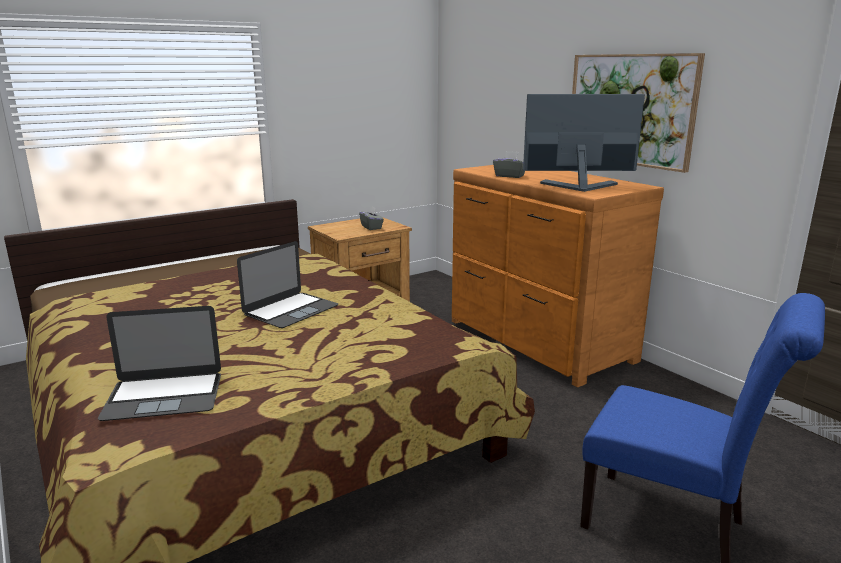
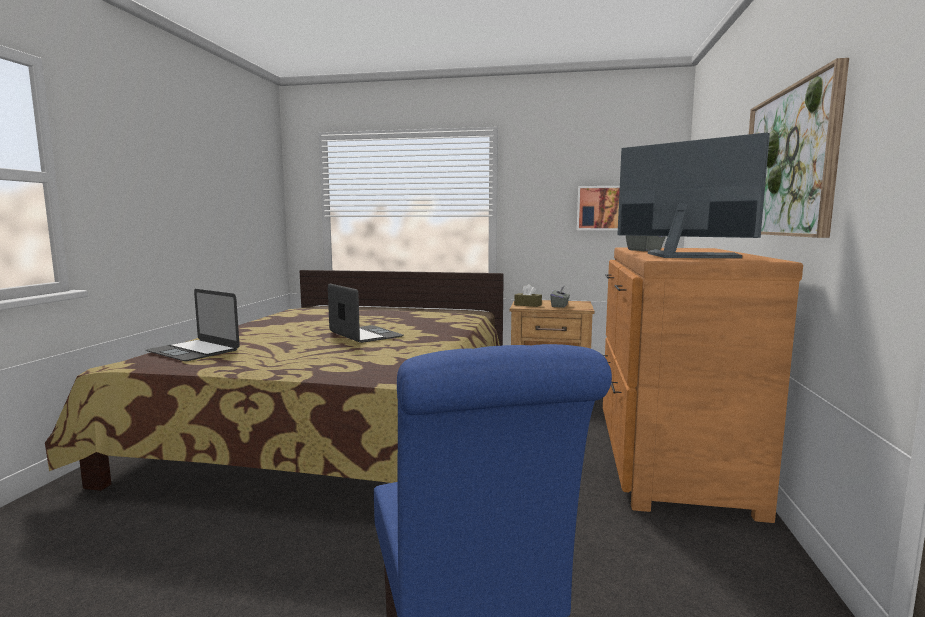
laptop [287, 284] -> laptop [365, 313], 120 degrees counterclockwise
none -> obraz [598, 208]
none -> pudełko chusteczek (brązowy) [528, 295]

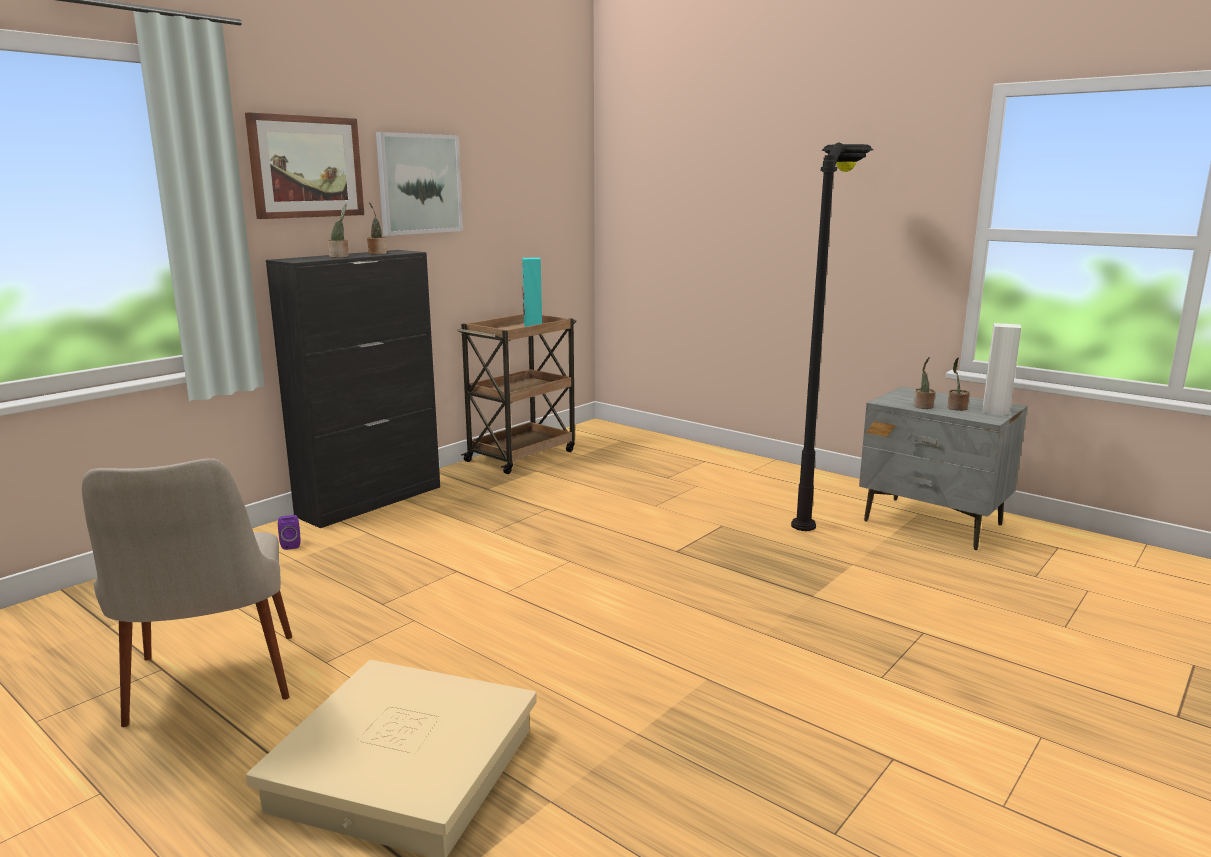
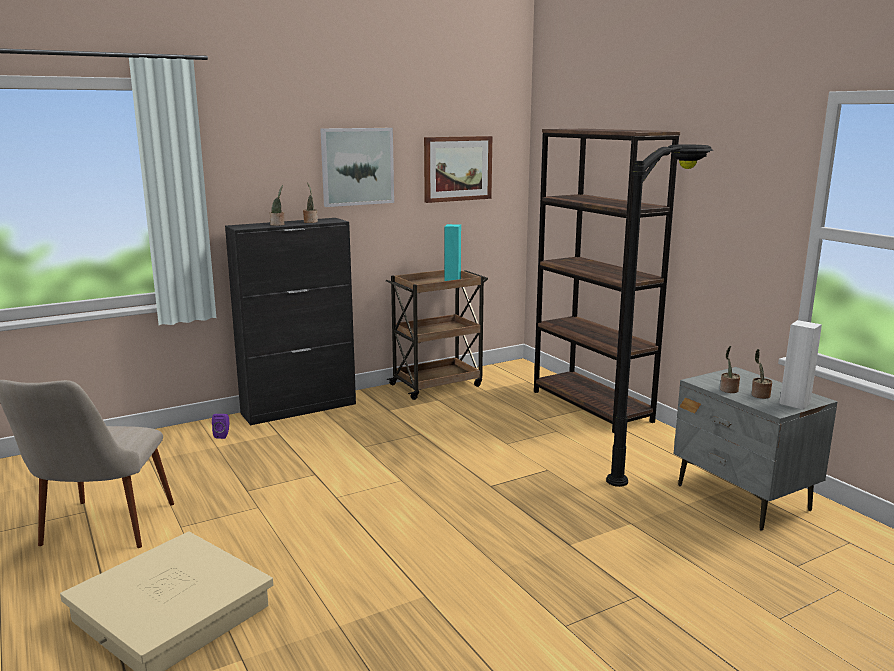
obraz [304, 165] -> obraz [458, 169], relocated
none -> regał (brązowy) [607, 281]

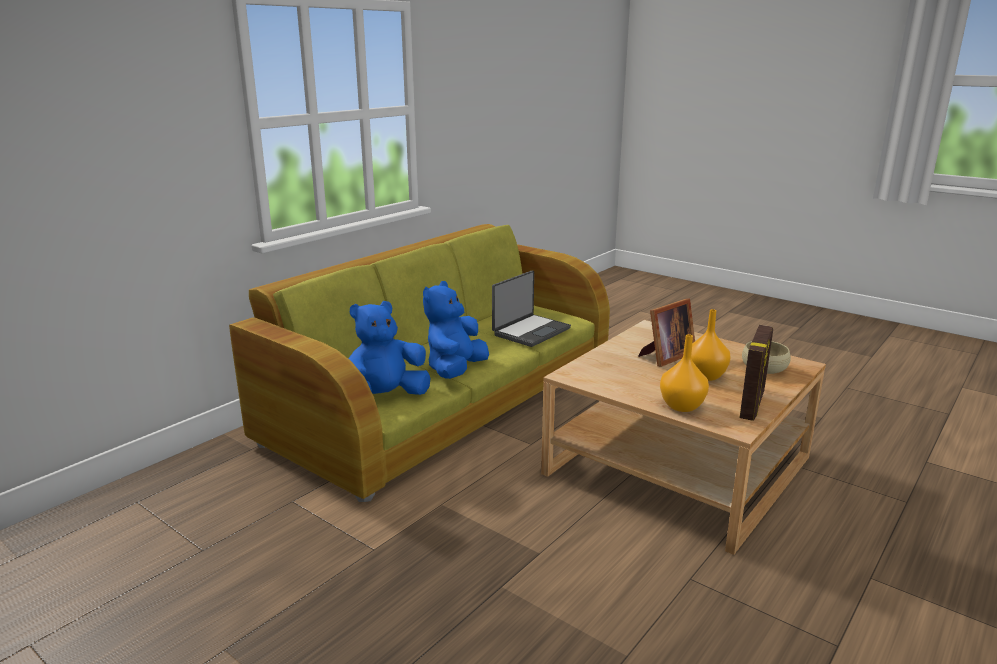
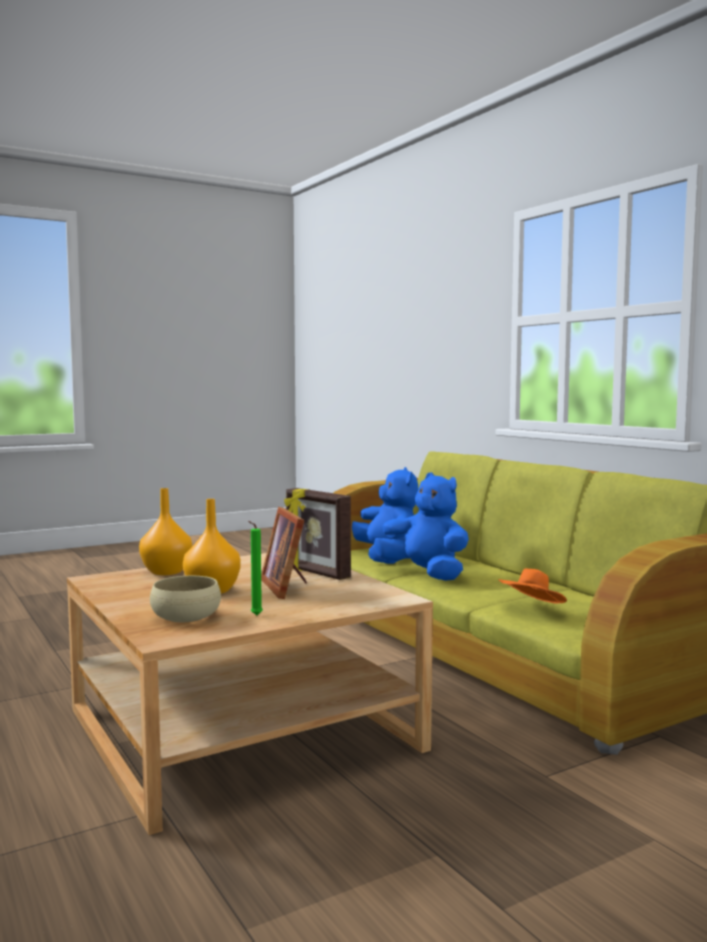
laptop [531, 308] -> kapelusz (pomarańczowy) [533, 585]
ramka na zdjęcie [756, 373] -> ramka na zdjęcie [317, 534], relocated
none -> świeca (zielony) [255, 568]

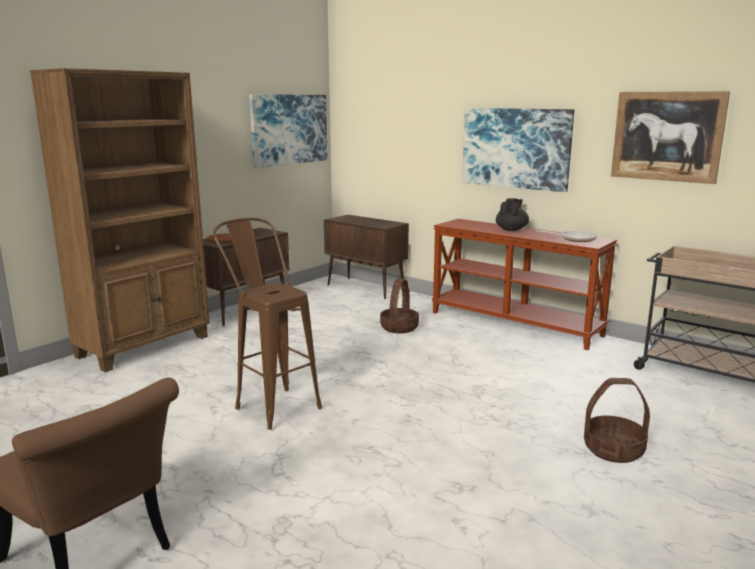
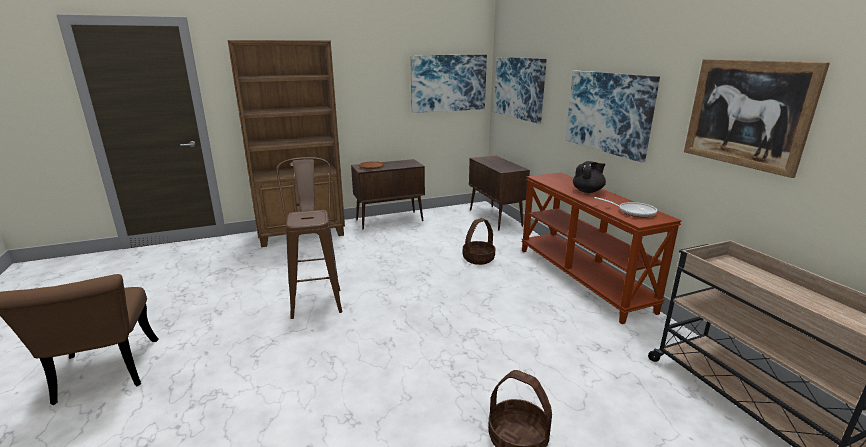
none -> obraz [520, 90]

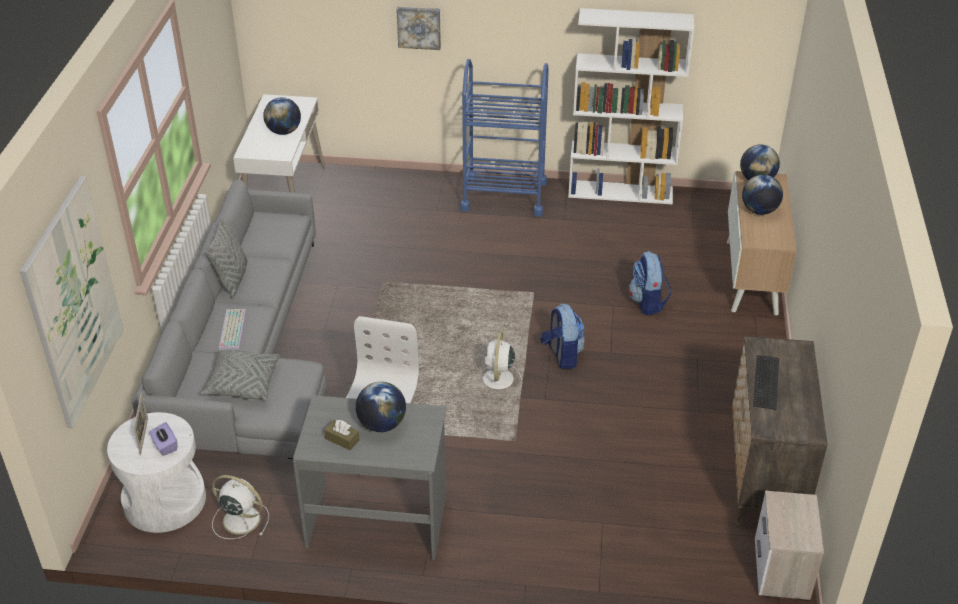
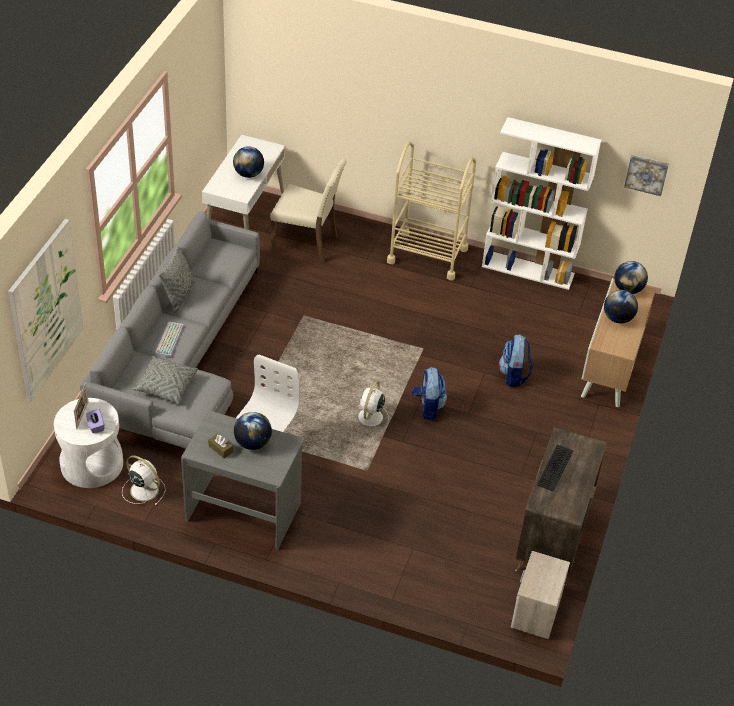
obraz [418, 28] -> obraz [646, 175], relocated
wózek (niebieski) [504, 138] -> wózek (beżowy) [431, 210]
none -> krzesło (beżowy) [308, 210]

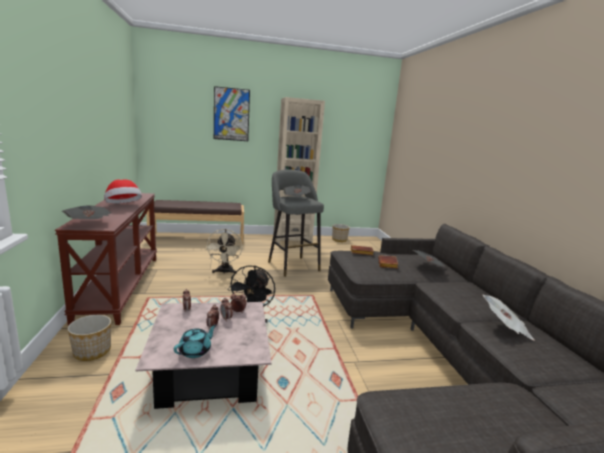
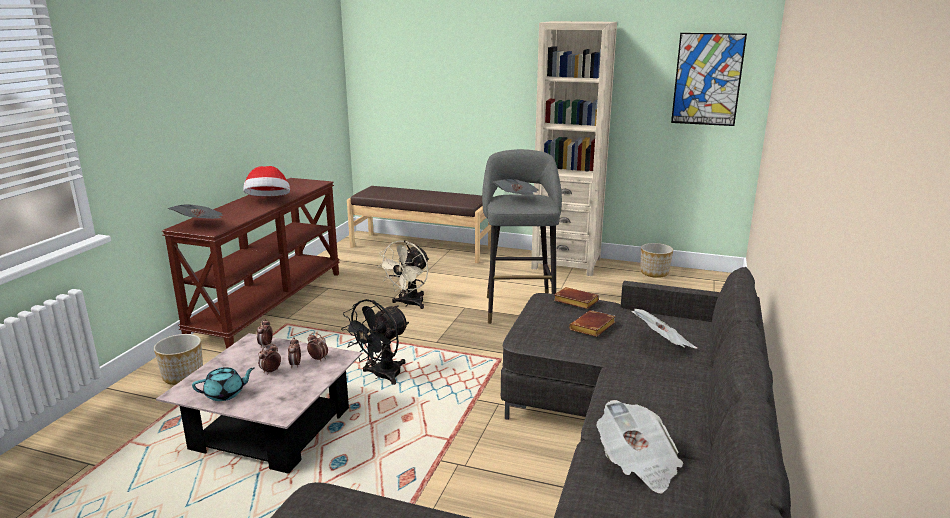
obraz [232, 113] -> obraz [709, 79], relocated

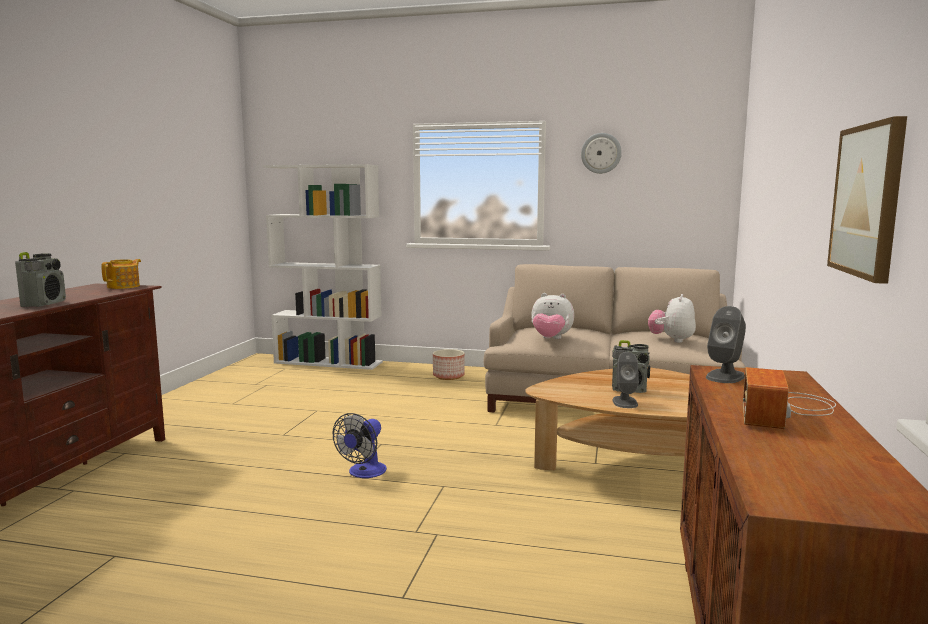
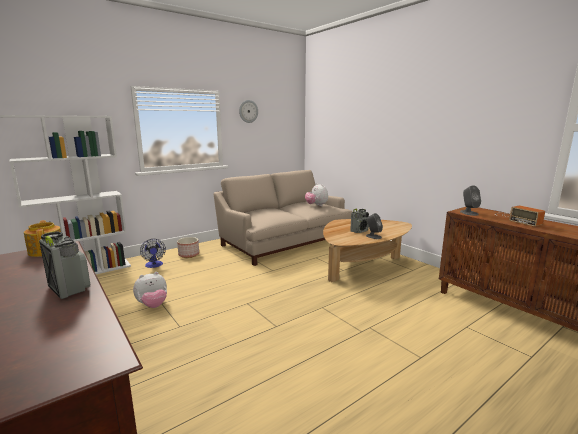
obraz [867, 200] -> none
pluszak [552, 316] -> pluszak [150, 290], relocated
wentylator [360, 445] -> wentylator [153, 253], relocated

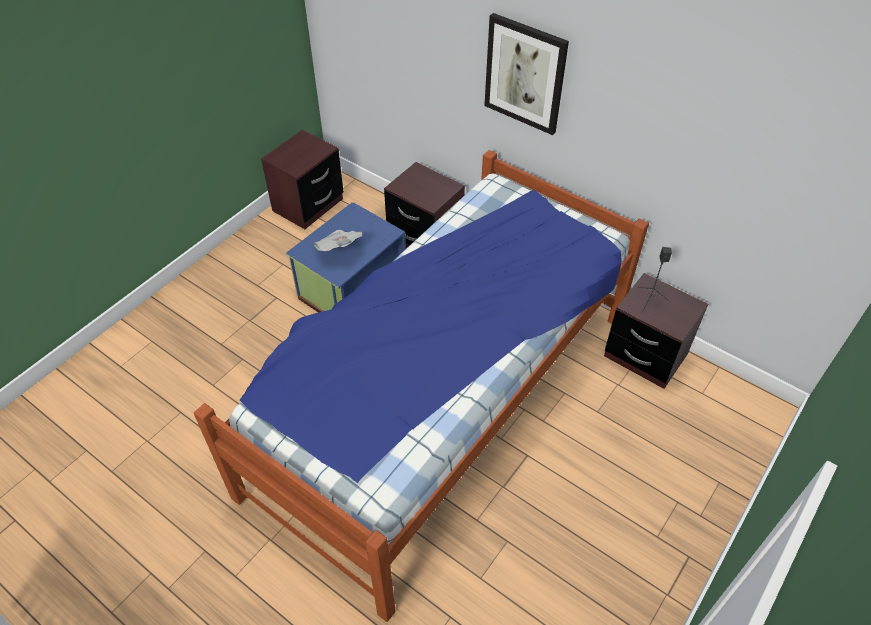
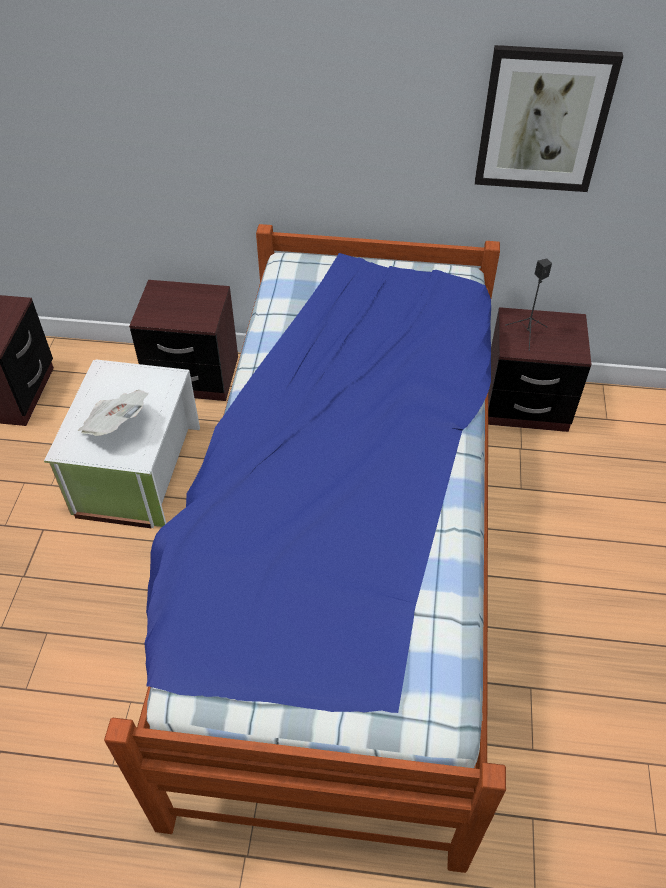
obraz [526, 74] -> obraz [549, 118], relocated
pojemnik do przechowywania (niebieski) [346, 257] -> pojemnik do przechowywania (biały) [122, 444]

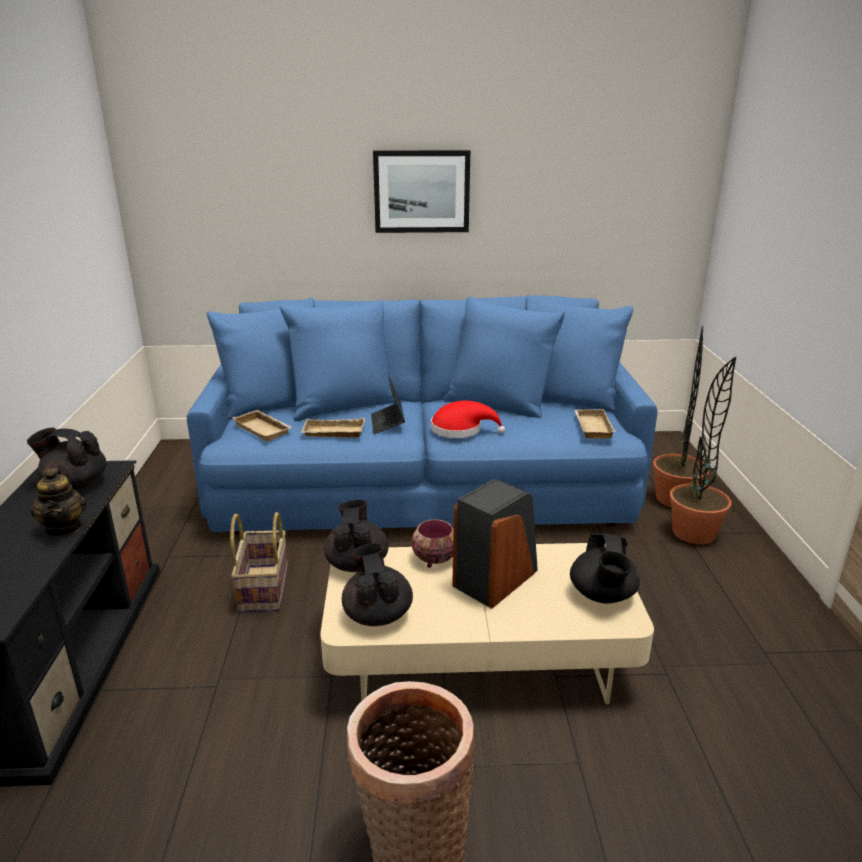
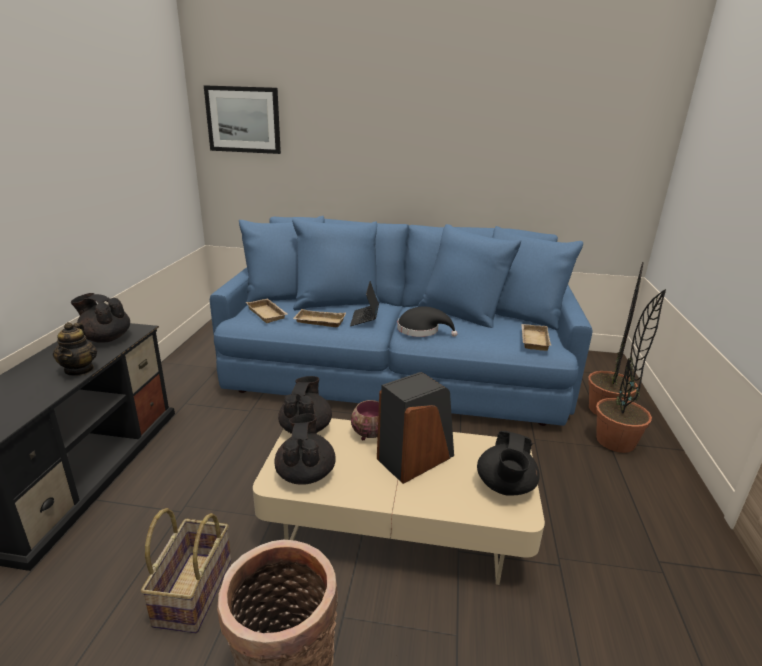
obraz [421, 191] -> obraz [242, 119], relocated
kapelusz (czerwony) [468, 419] -> kapelusz (czarny) [427, 321]
koszyk [259, 562] -> koszyk [186, 570], relocated

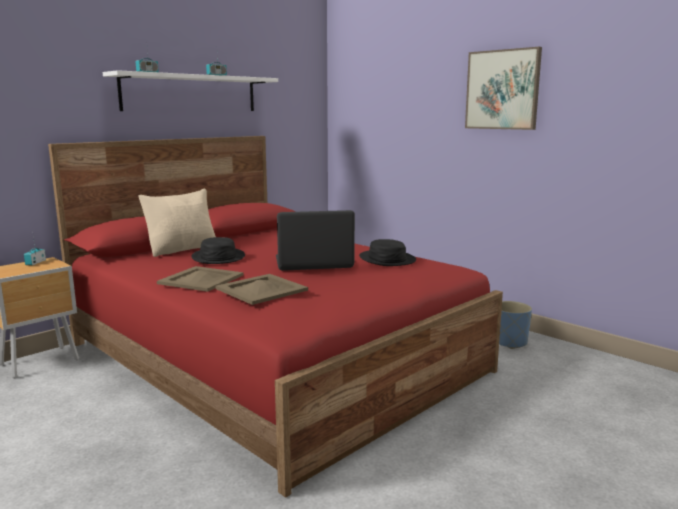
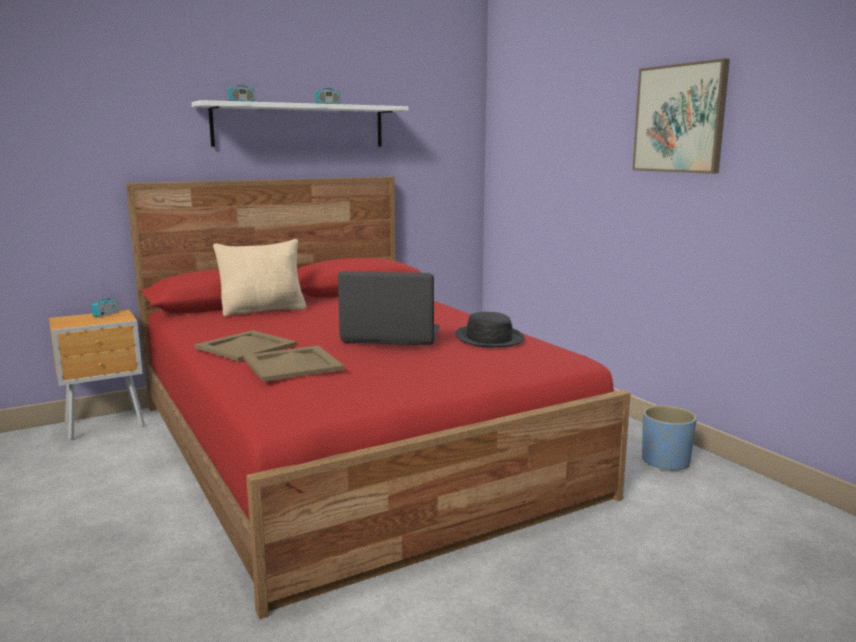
kapelusz (czarny) [218, 250] -> none

